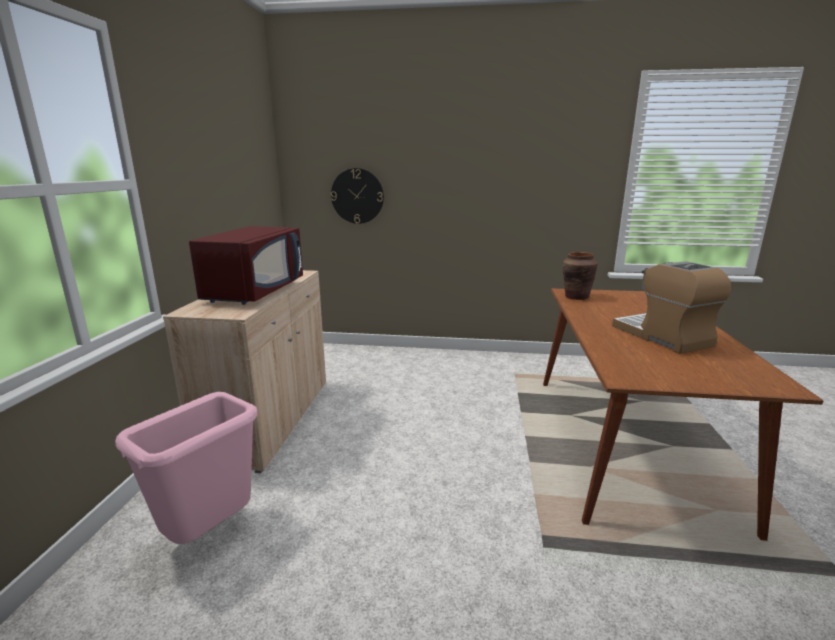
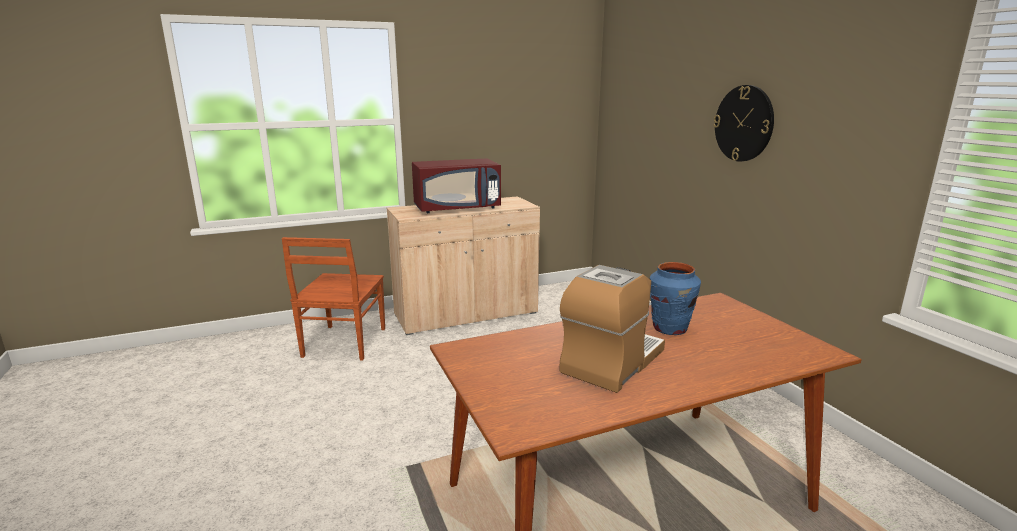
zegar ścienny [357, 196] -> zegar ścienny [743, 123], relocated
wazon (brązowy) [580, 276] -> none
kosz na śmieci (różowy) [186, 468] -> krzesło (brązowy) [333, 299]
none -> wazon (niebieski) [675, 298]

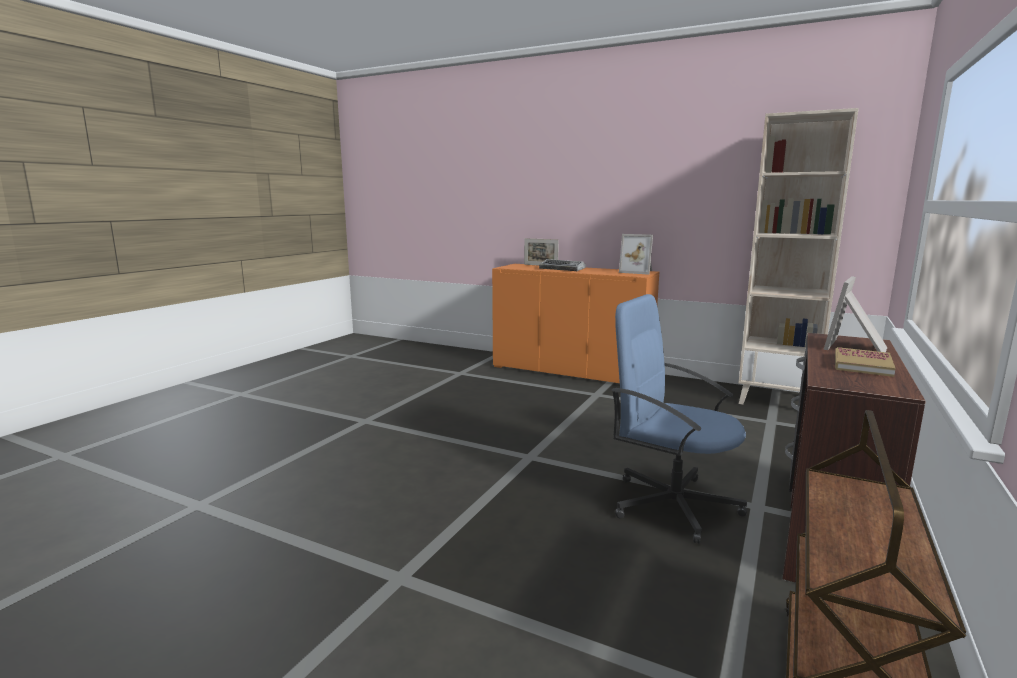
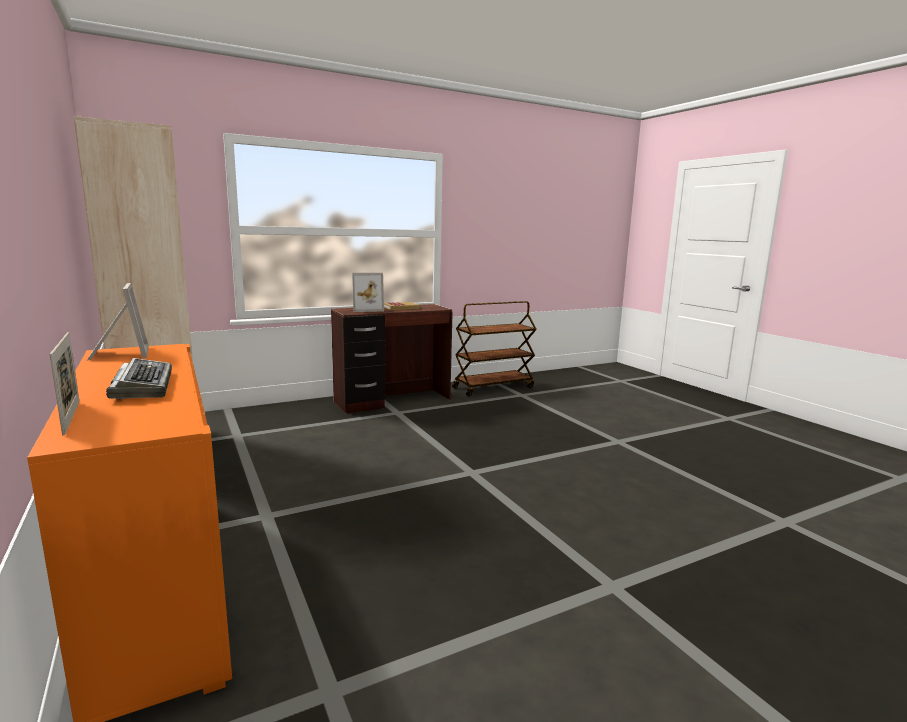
krzesło biurowe (niebieski) [679, 419] -> none

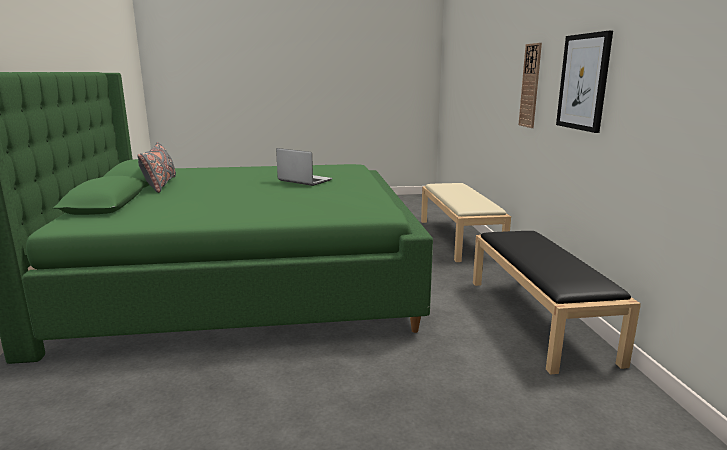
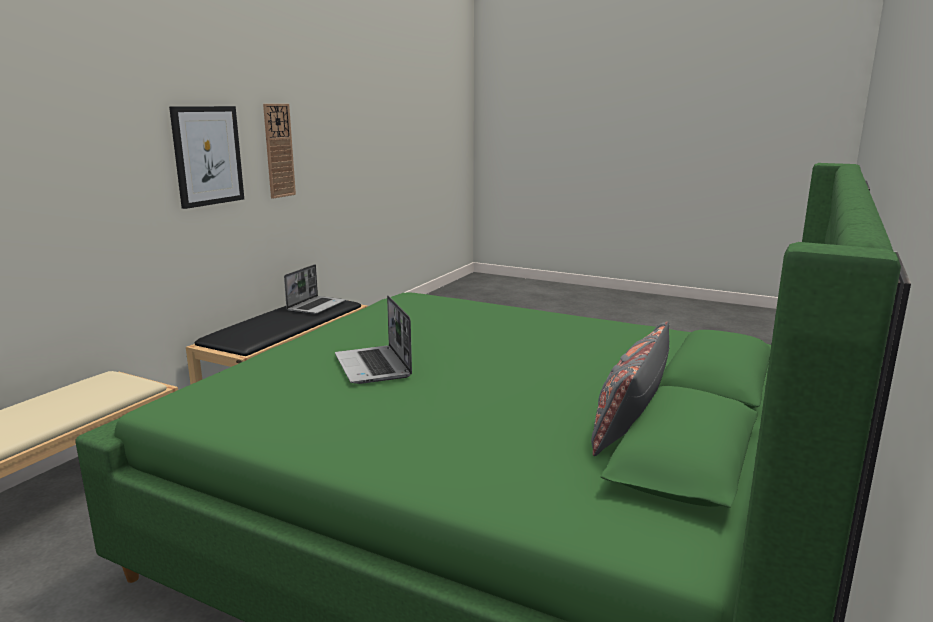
zegar ścienny [530, 85] -> zegar ścienny [279, 151], relocated
none -> laptop [315, 289]

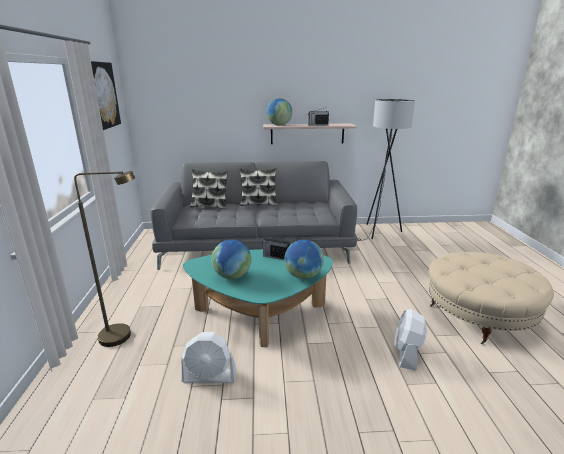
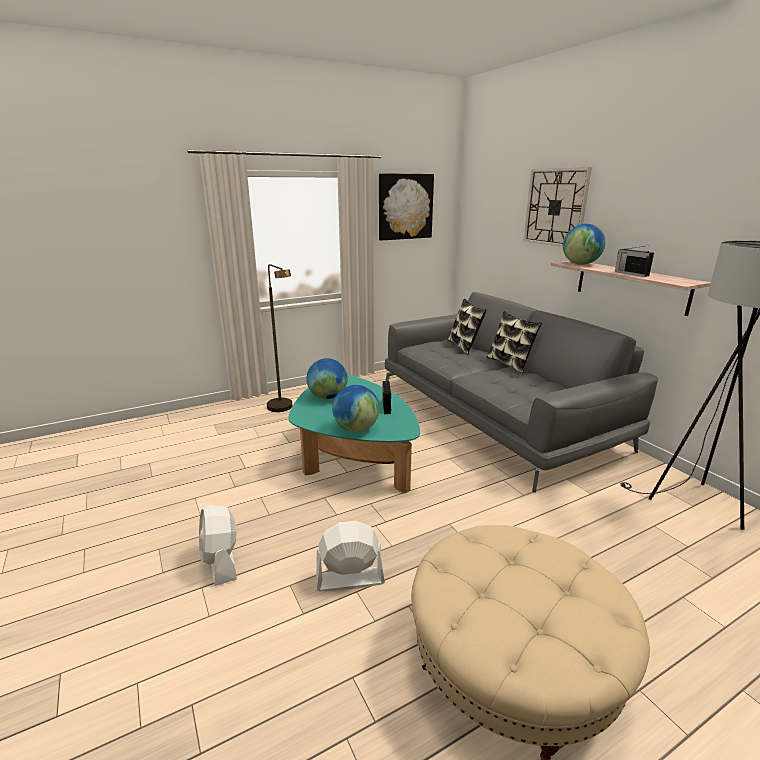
wentylator (biały) [209, 357] -> wentylator (biały) [218, 545], relocated
none -> zegar ścienny [557, 207]

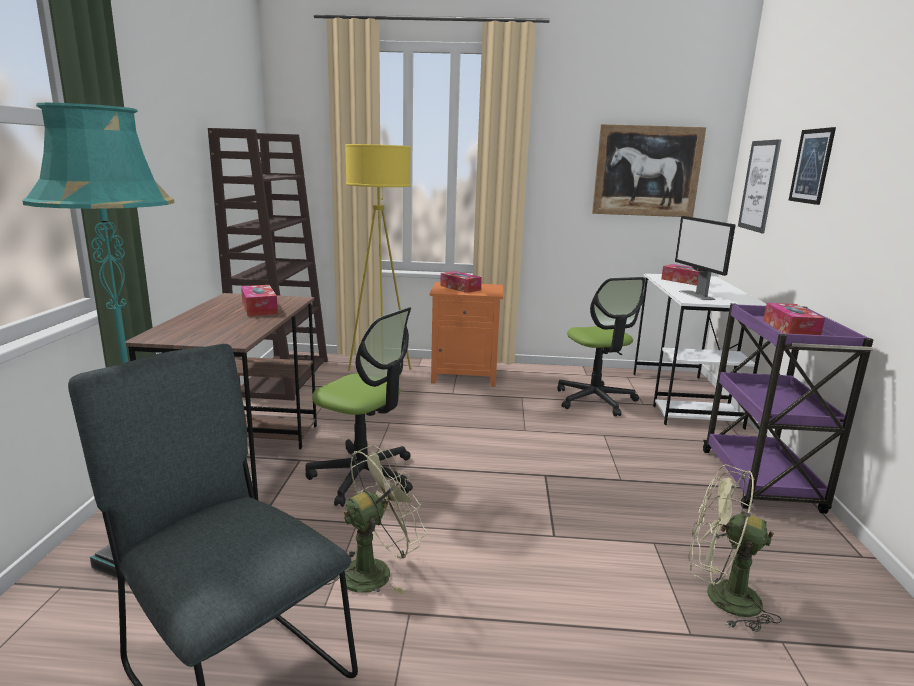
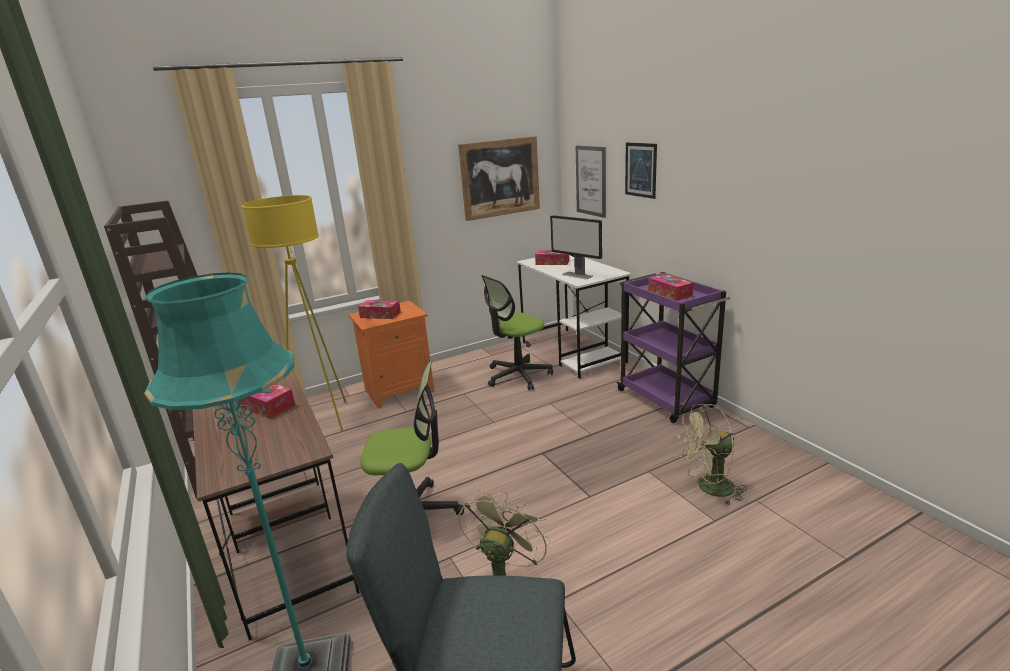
krzesło biurowe [601, 346] -> krzesło biurowe [517, 332], 105 degrees clockwise

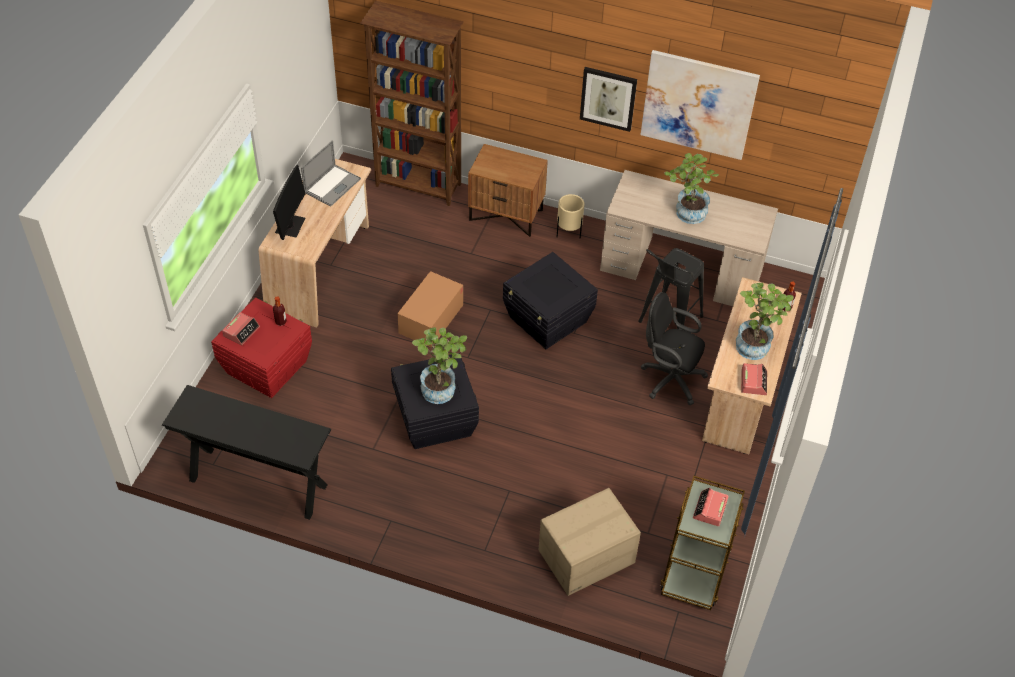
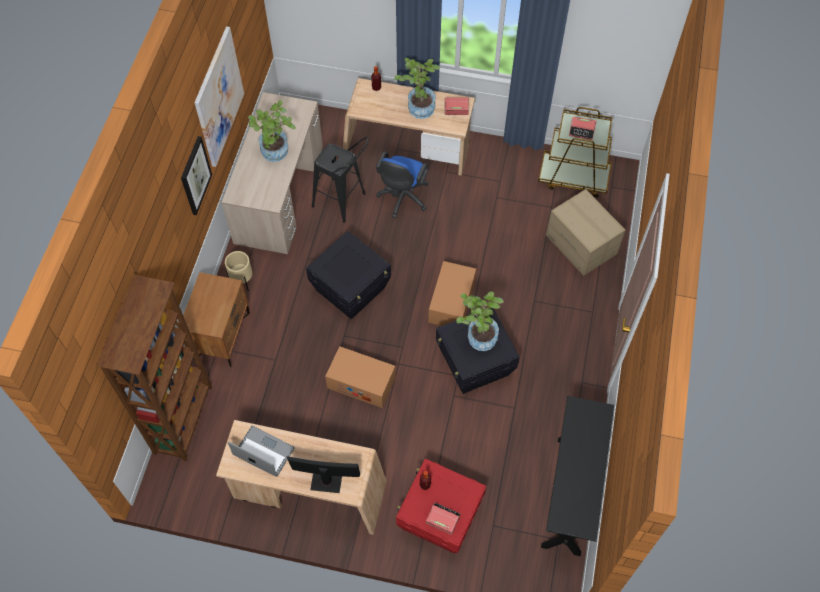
krzesło biurowe (czarny) [674, 348] -> krzesło biurowe (niebieski) [402, 184]
none -> karton [452, 293]

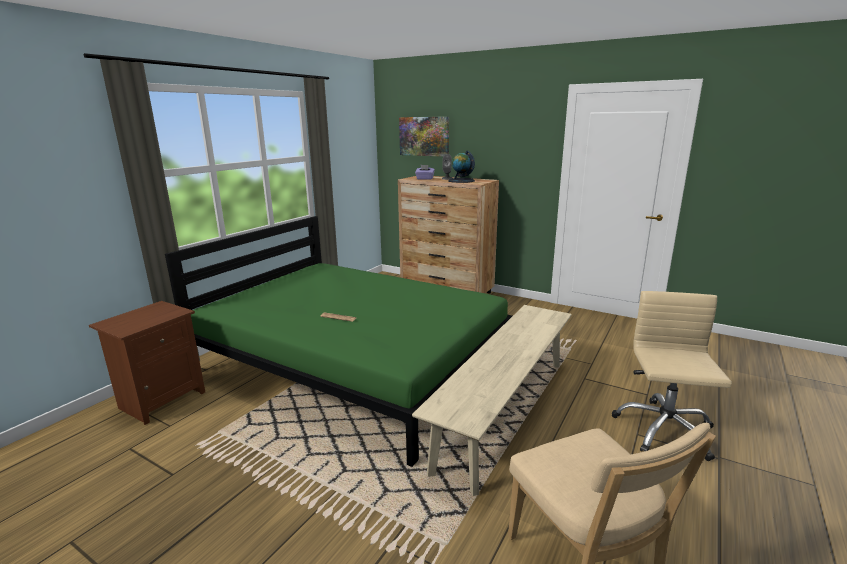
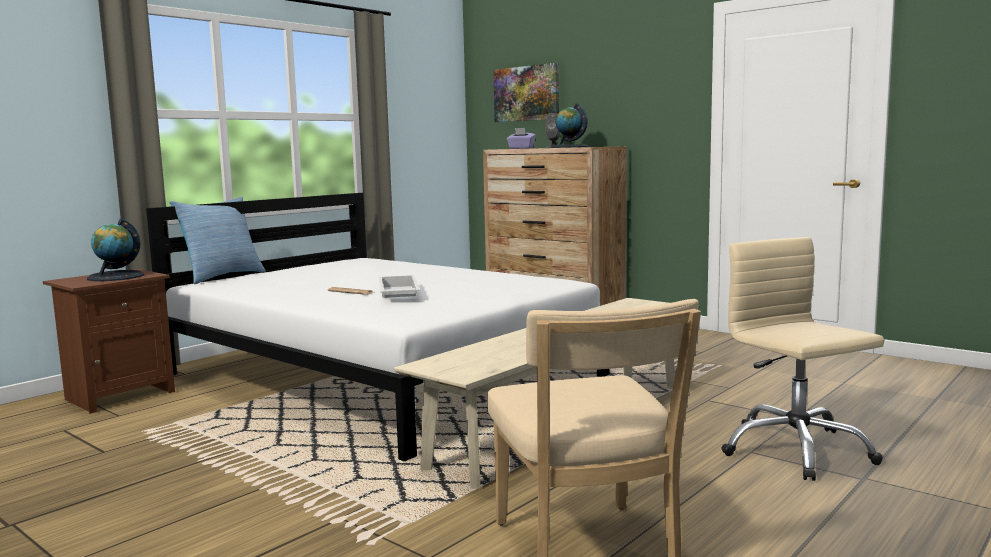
łóżko (zielony) [338, 341] -> łóżko (biały) [378, 327]
krzesło biurowe (beżowy) [672, 376] -> krzesło biurowe (beżowy) [803, 359], 45 degrees counterclockwise
none -> poduszka [217, 240]
none -> globus [115, 249]
none -> taca (biały) [399, 286]

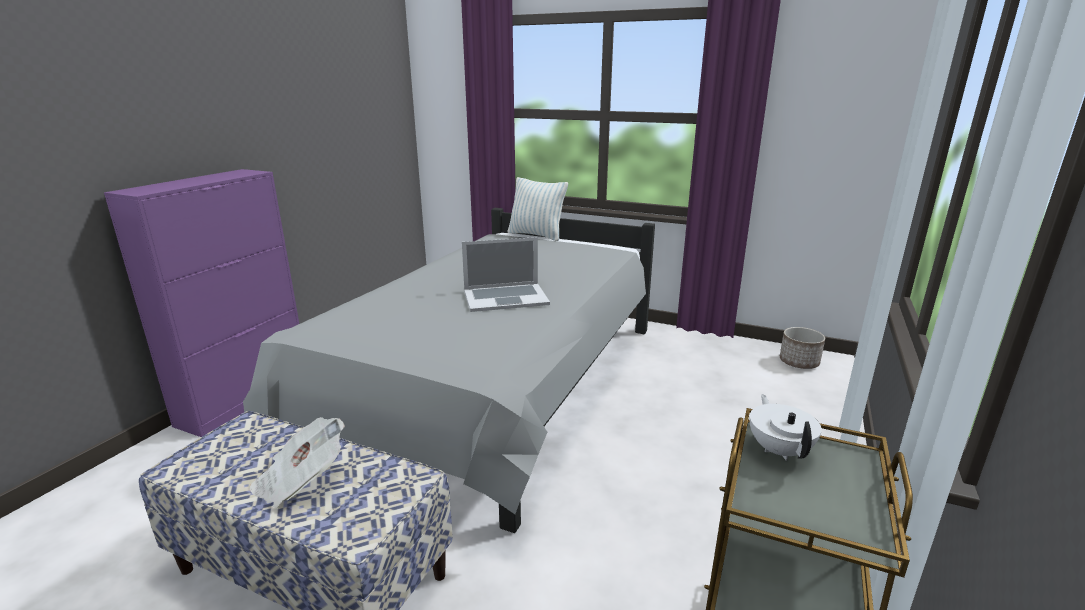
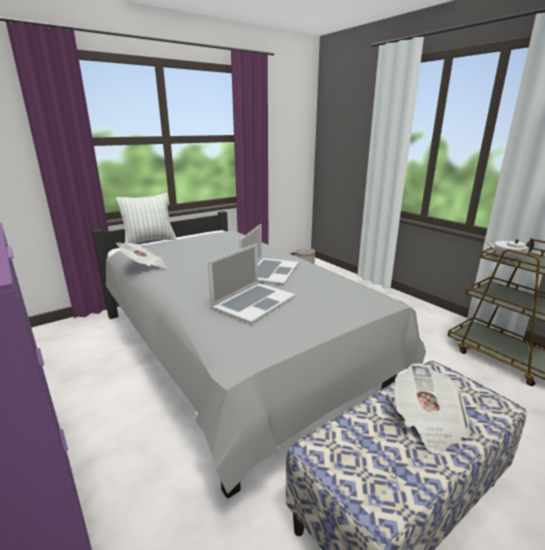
none -> gazeta [142, 255]
none -> laptop [252, 283]

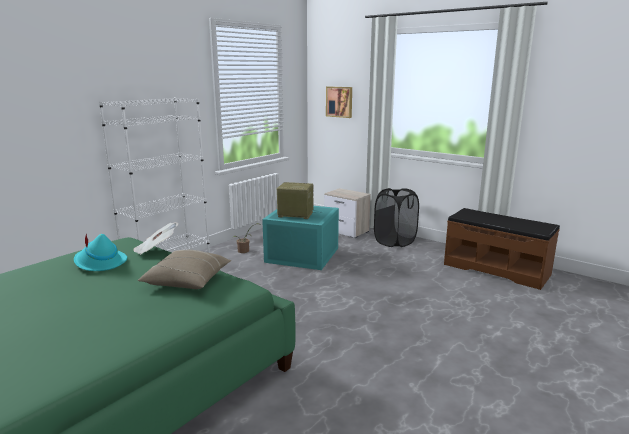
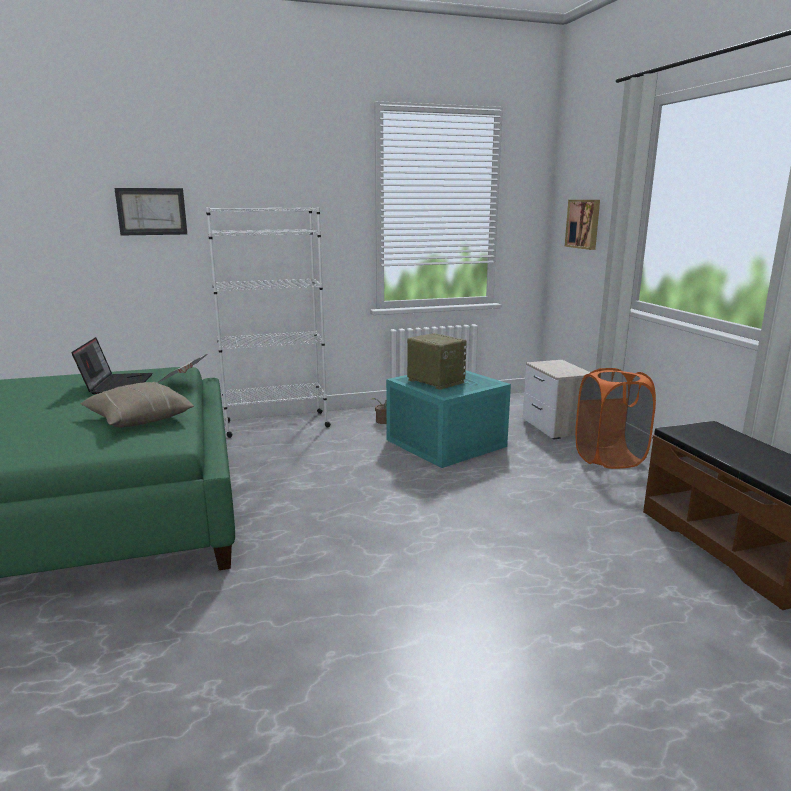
kosz na pranie (czarny) [396, 217] -> kosz na pranie (pomarańczowy) [615, 418]
kapelusz (turkusowy) [100, 252] -> laptop [111, 365]
none -> obraz [151, 212]

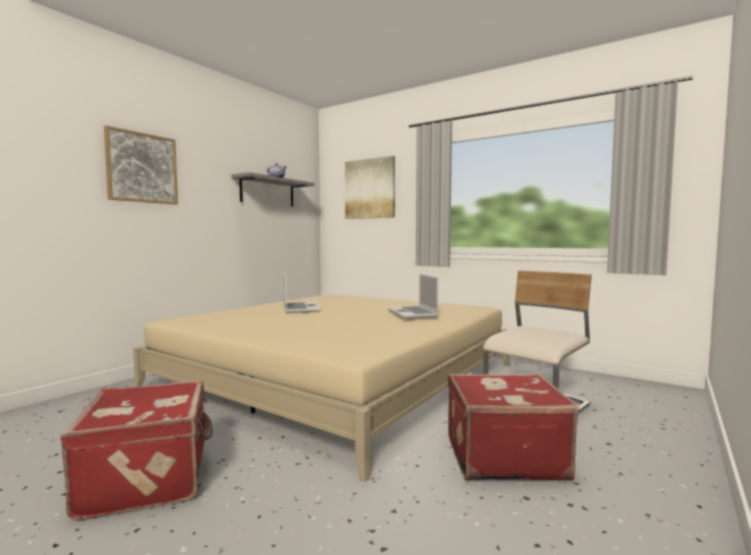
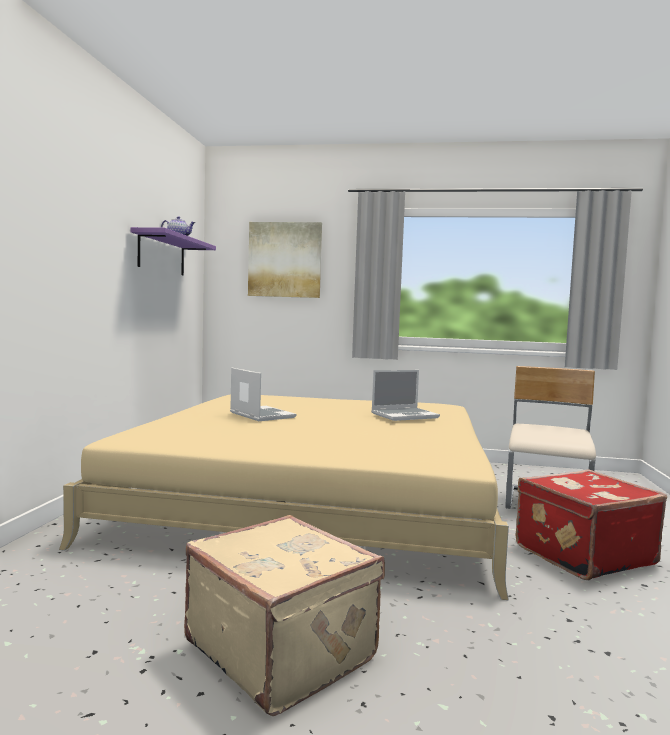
obraz [141, 164] -> none
półka (szary) [273, 189] -> półka (fioletowy) [173, 251]
laptop [413, 296] -> laptop [405, 395], 75 degrees counterclockwise
walizka (czerwony) [136, 450] -> walizka (beżowy) [284, 615]

